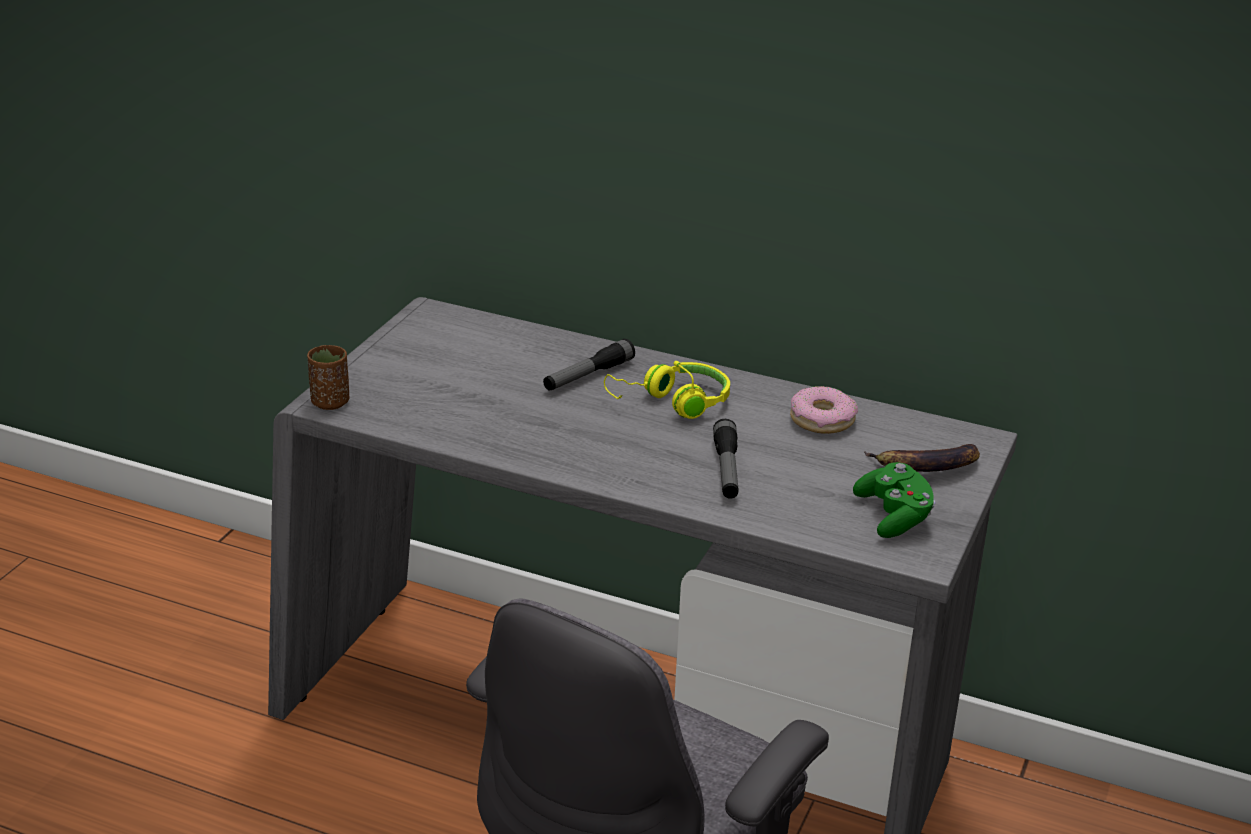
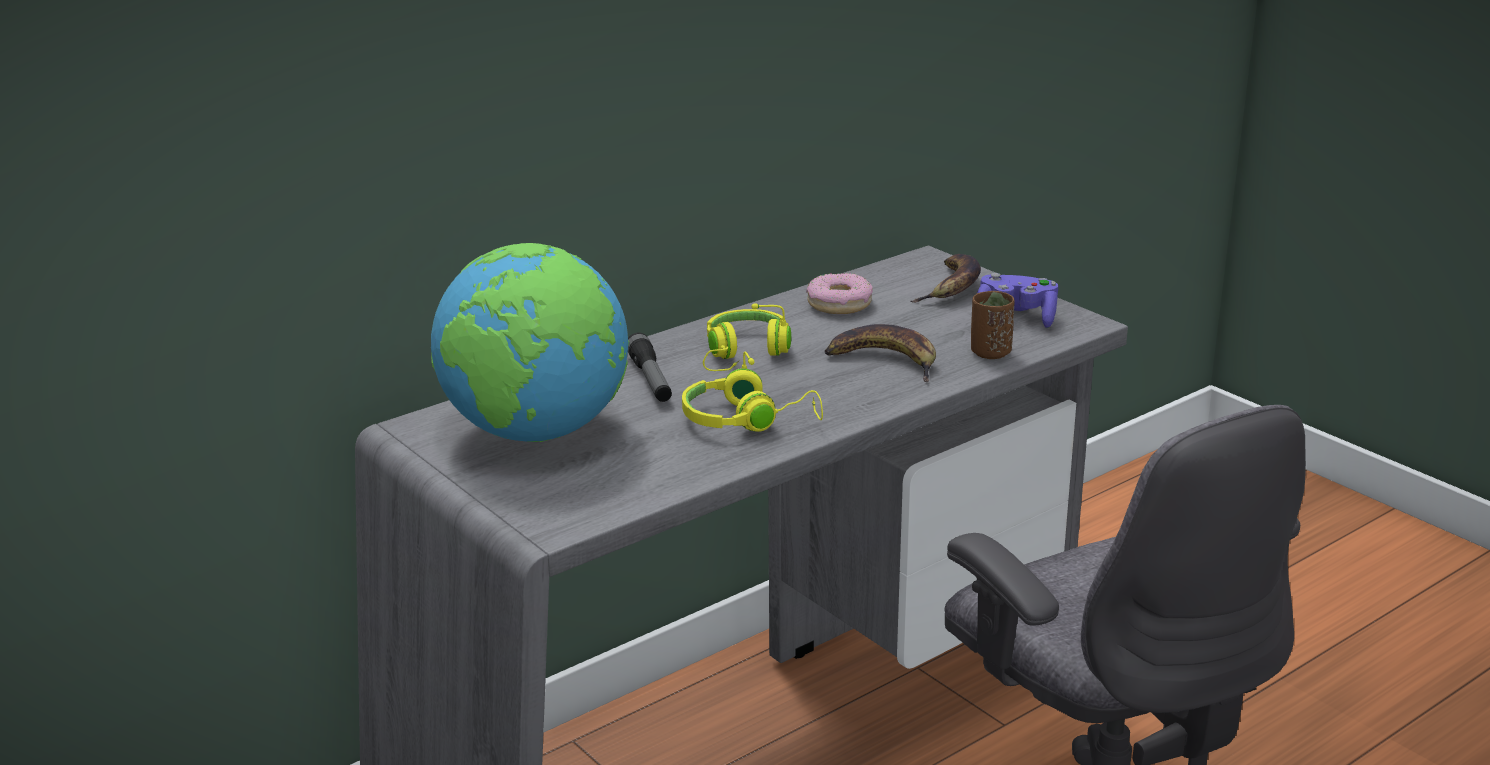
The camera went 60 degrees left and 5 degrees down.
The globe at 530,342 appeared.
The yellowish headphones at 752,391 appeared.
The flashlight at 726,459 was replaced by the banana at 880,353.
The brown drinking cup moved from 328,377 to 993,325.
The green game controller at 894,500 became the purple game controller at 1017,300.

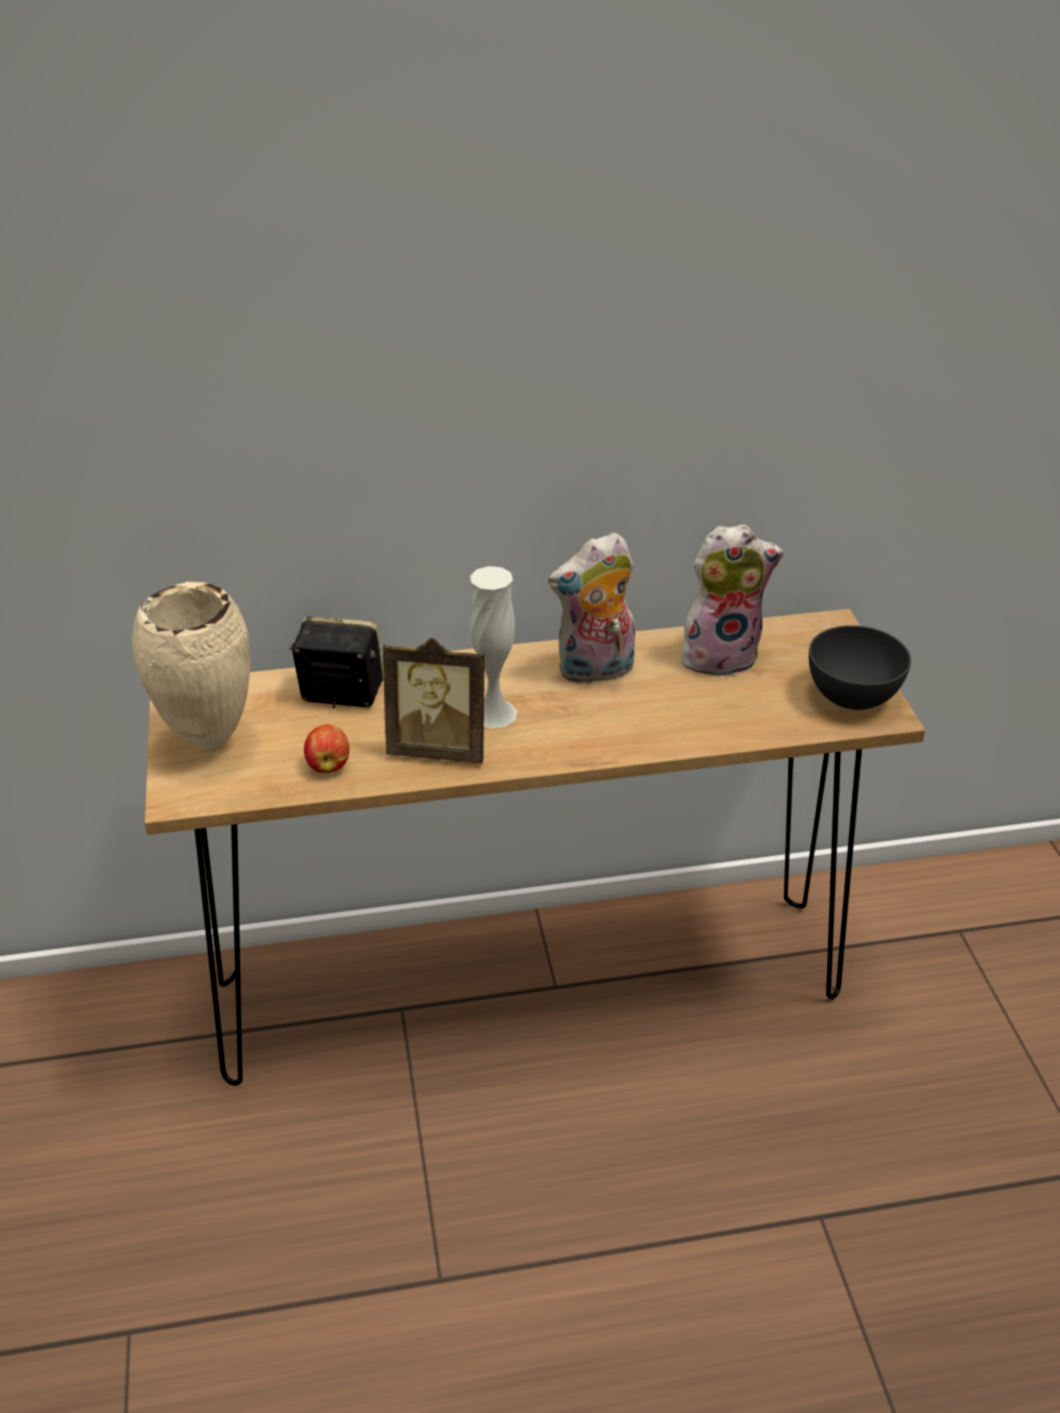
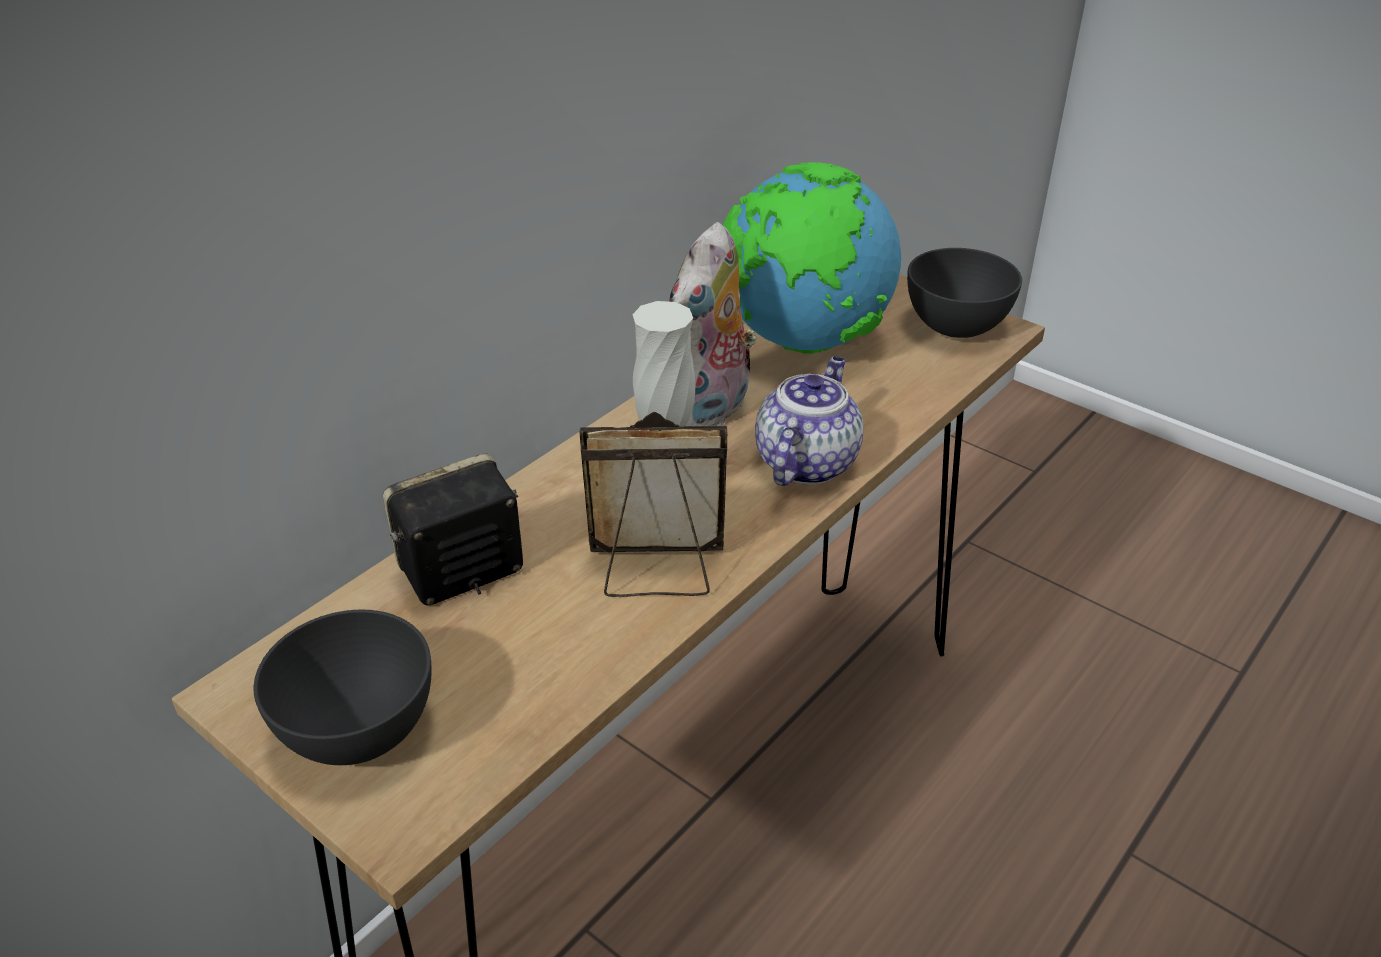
The camera went 40 degrees left and 0 degrees up.
The beige-coloured vase at 191,667 was replaced by the grey serving bowl at 343,687.
The photo frame at 434,701 turned 150 degrees counterclockwise.
The cuddly toy at 732,600 was replaced by the globe at 812,258.
The teapot at 809,421 appeared.
The apple fruit at 327,748 disappeared.

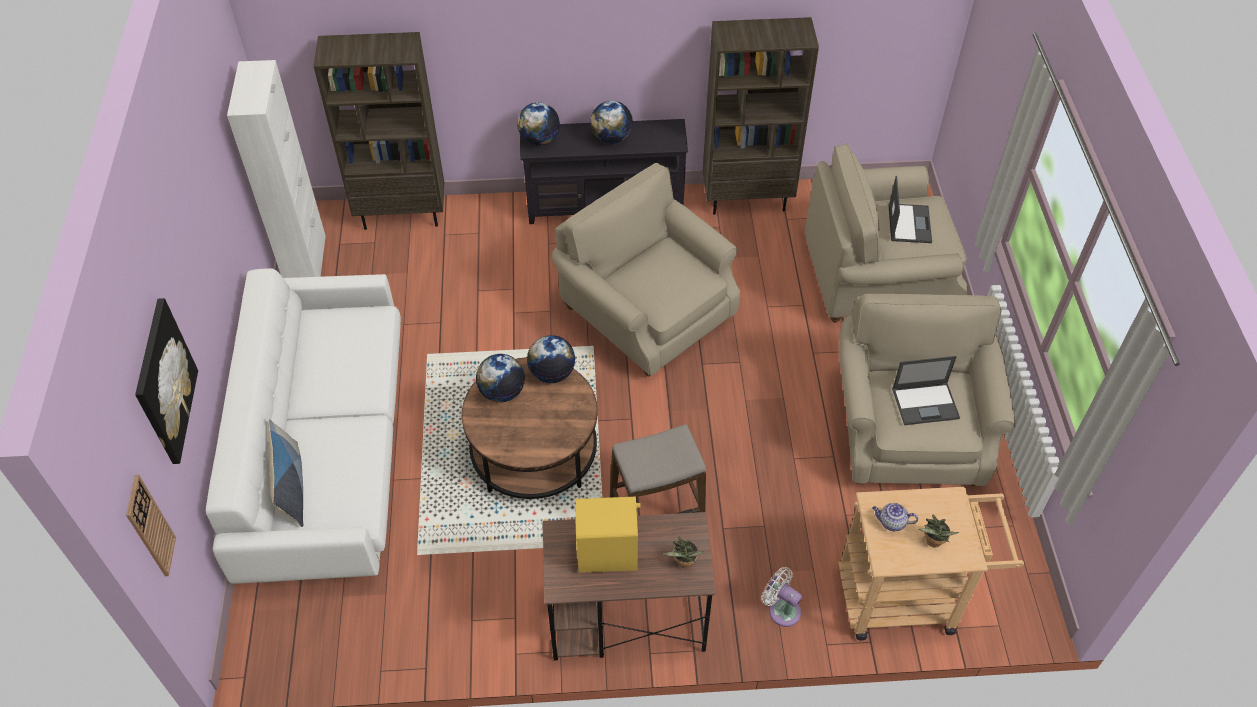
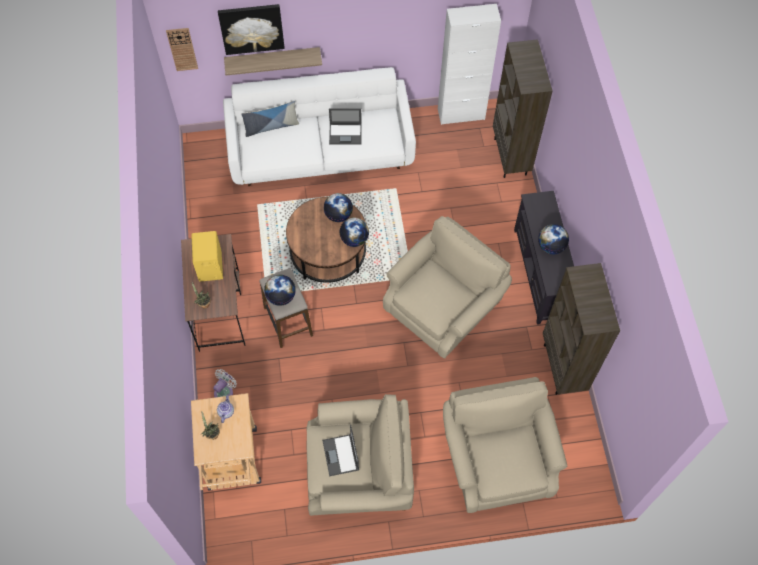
The camera went 85 degrees right and 10 degrees up.
The shelf at 273,61 appeared.
The globe moved from 538,123 to 280,290.
The notebook computer moved from 910,209 to 345,126.

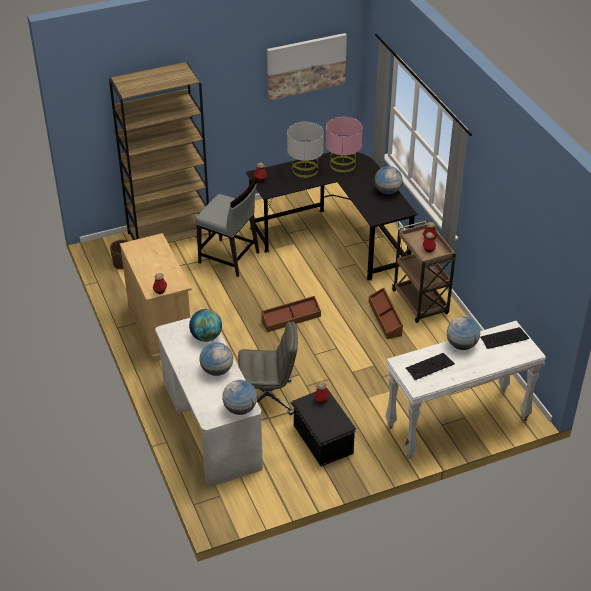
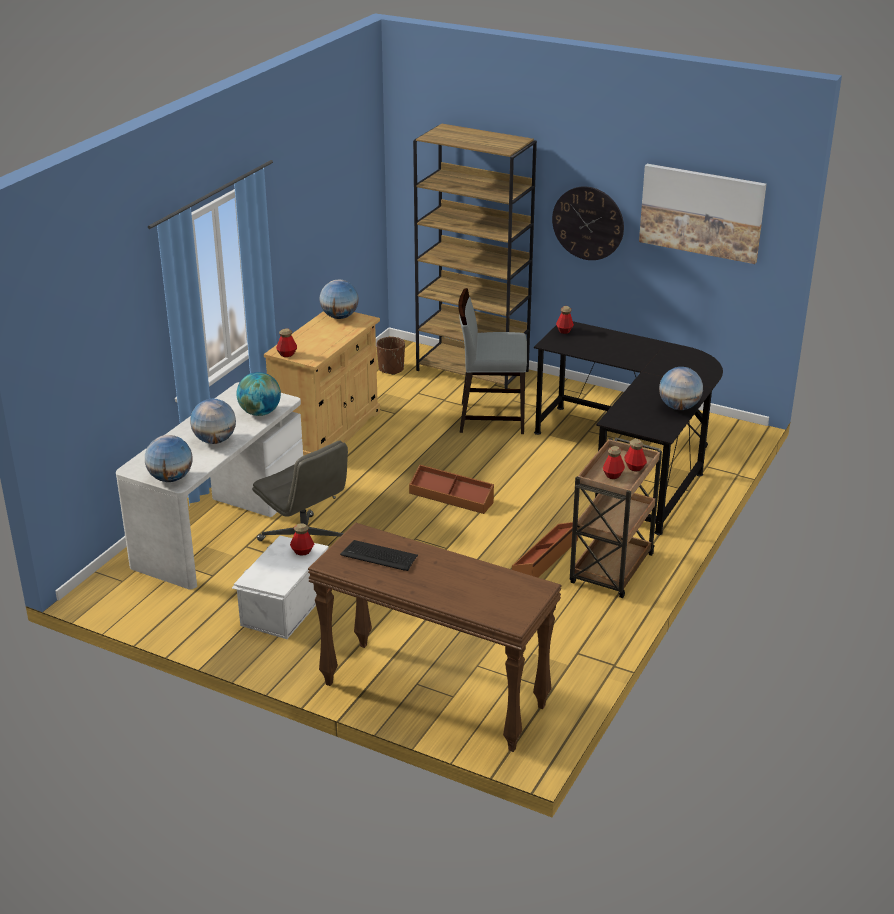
The camera went 50 degrees right and 10 degrees down.
The black storage bin at 323,426 became the white storage bin at 280,587.
The white console table at 465,390 became the brown console table at 435,637.
The globe moved from 463,333 to 339,299.
The grey plain chair at 227,227 turned 105 degrees clockwise.
The clock on the wall at 588,223 appeared.
The grey table lamp at 305,150 disappeared.
The pink table lamp at 344,145 disappeared.
The PC keyboard at 504,338 disappeared.

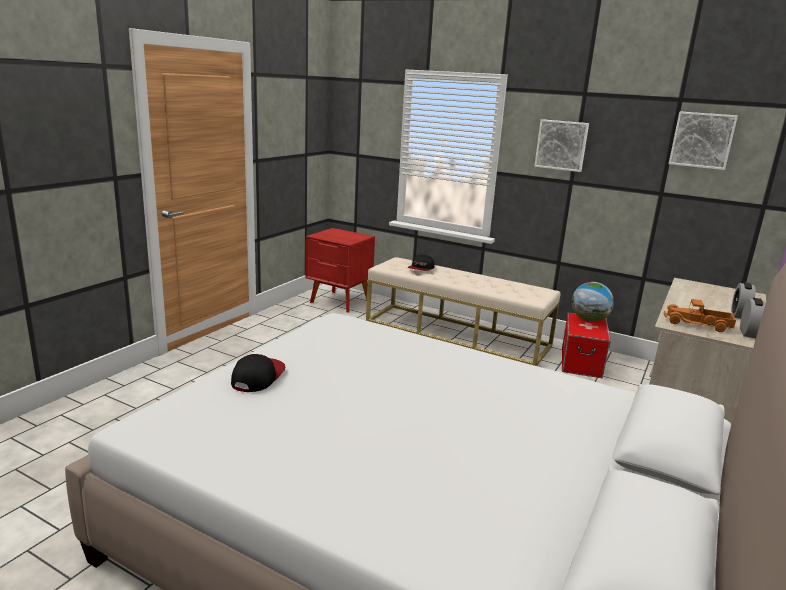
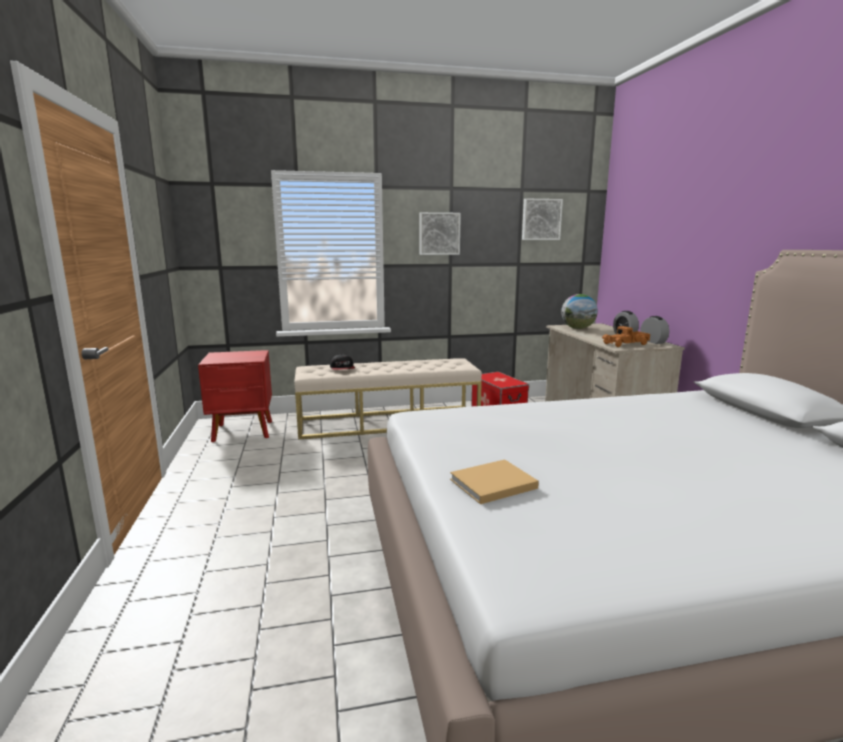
The camera went 40 degrees left and 5 degrees down.
The baseball cap at 258,373 was replaced by the beige-coloured volume at 494,481.
The globe moved from 593,302 to 579,311.

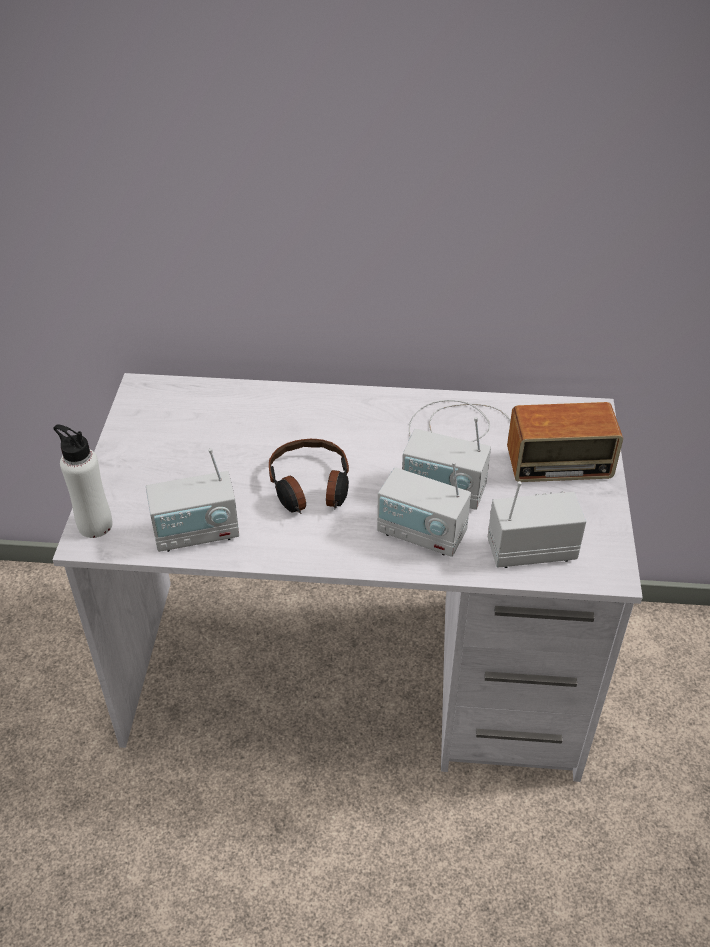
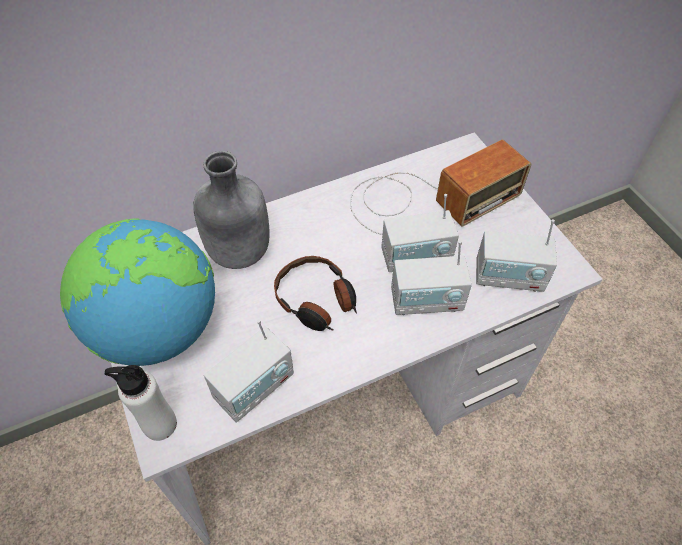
The camera went 30 degrees left and 10 degrees up.
The globe at 137,292 appeared.
The grey beverage bottle at 231,210 appeared.
The radio at 537,524 turned 135 degrees counterclockwise.

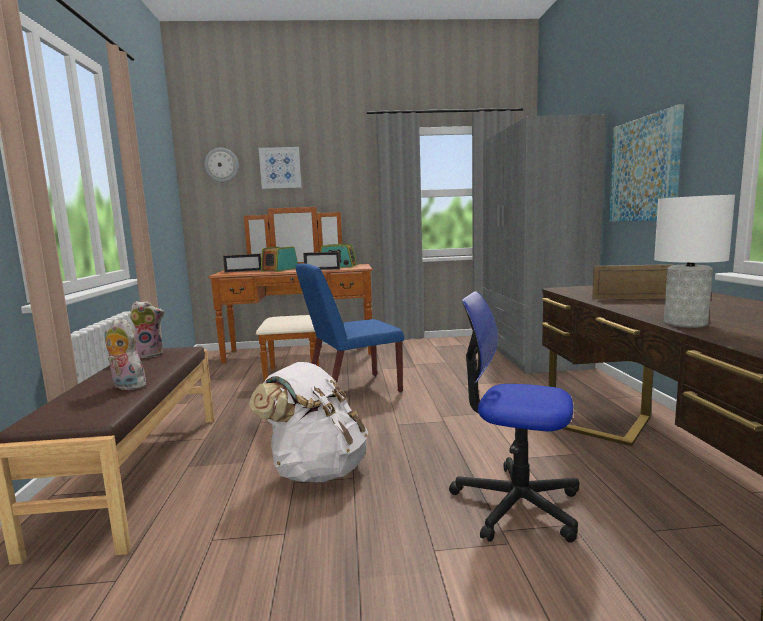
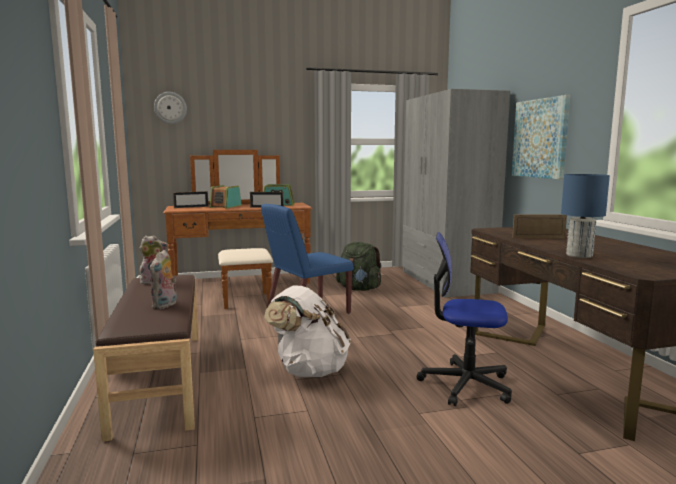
The camera went 10 degrees left and 0 degrees up.
The cuddly toy at 126,354 turned 90 degrees counterclockwise.
The green backpack at 359,266 appeared.
The white table lamp at 694,261 became the bluish table lamp at 585,216.
The picture at 280,168 disappeared.

